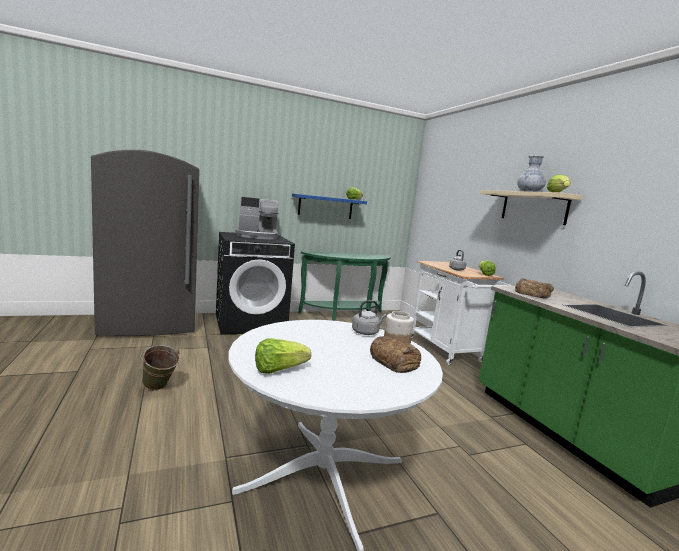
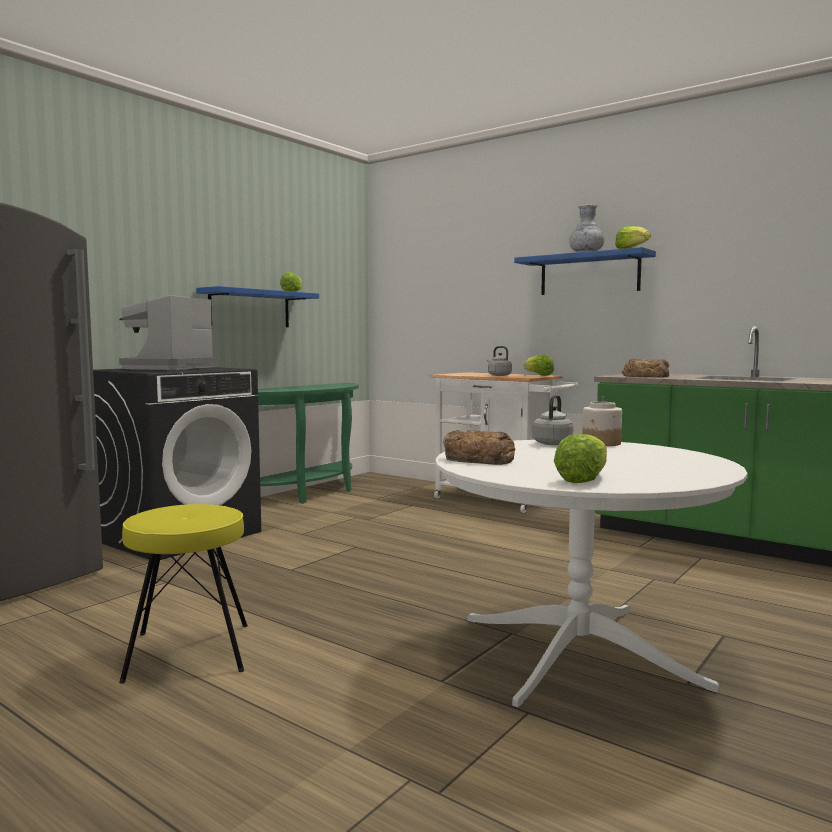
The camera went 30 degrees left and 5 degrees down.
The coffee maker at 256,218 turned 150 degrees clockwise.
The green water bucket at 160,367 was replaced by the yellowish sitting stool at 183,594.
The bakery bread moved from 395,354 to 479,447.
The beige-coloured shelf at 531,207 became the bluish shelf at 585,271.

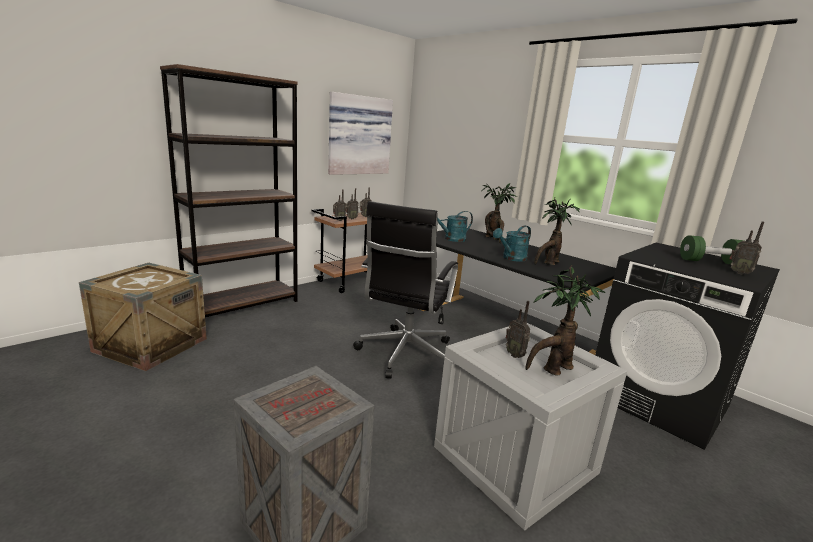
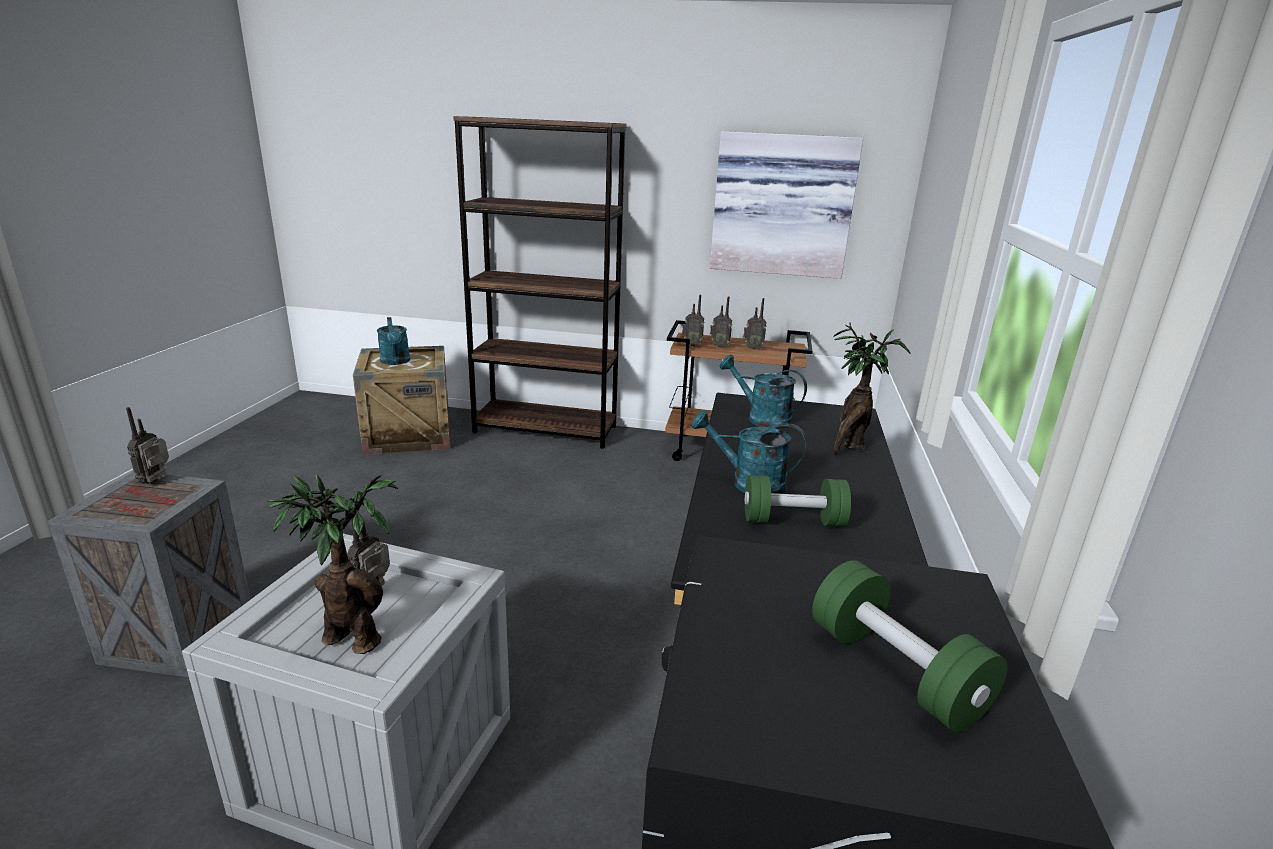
The camera went 55 degrees right and 5 degrees up.
The radio moved from 746,248 to 147,445.
The blue-green watering pot at 393,341 appeared.
The houseplant at 557,231 was replaced by the green free weight at 798,500.
The black computer chair at 405,290 disappeared.

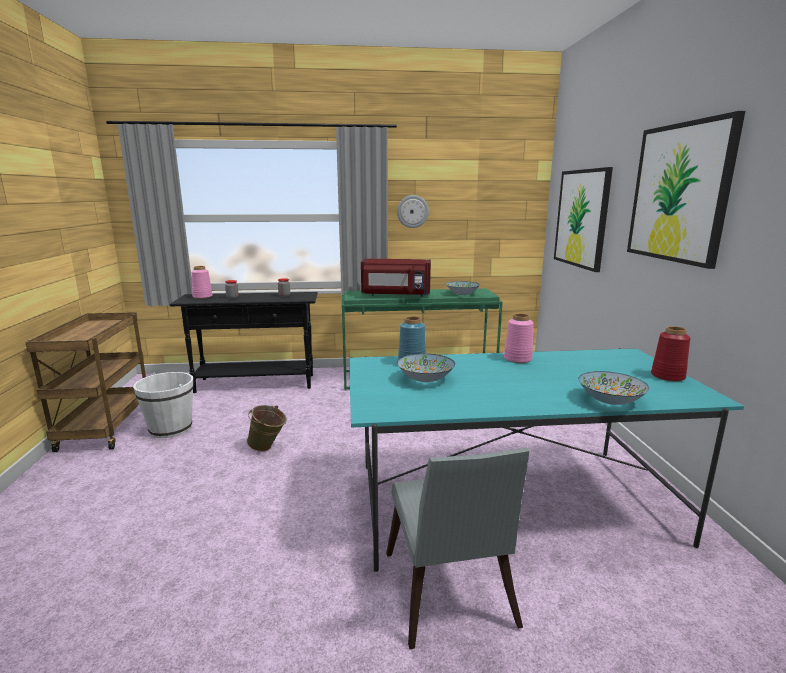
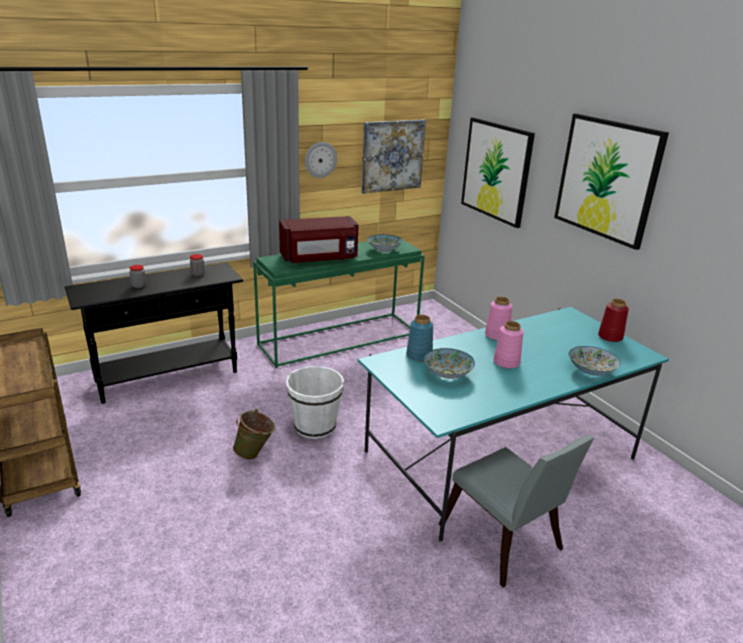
The camera went 25 degrees left and 10 degrees up.
The white water bucket moved from 163,405 to 315,402.
The picture at 393,156 appeared.
The pink vase moved from 202,282 to 509,345.

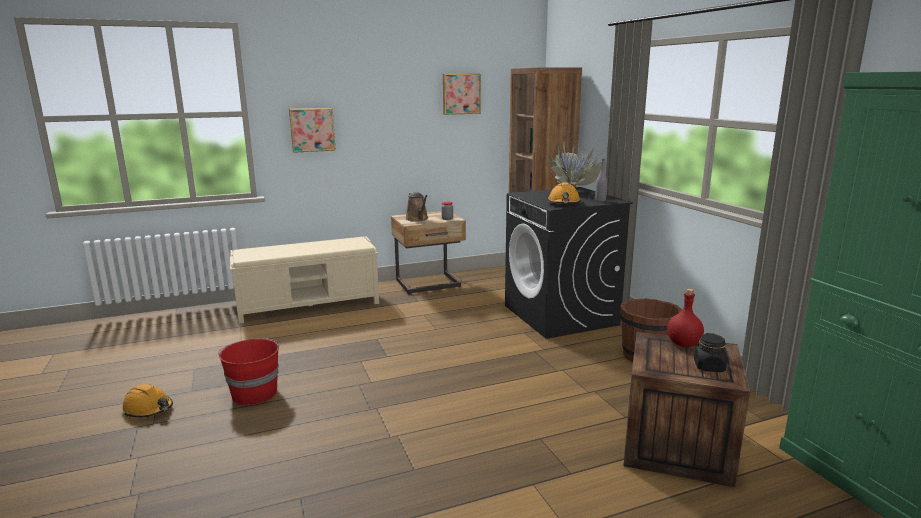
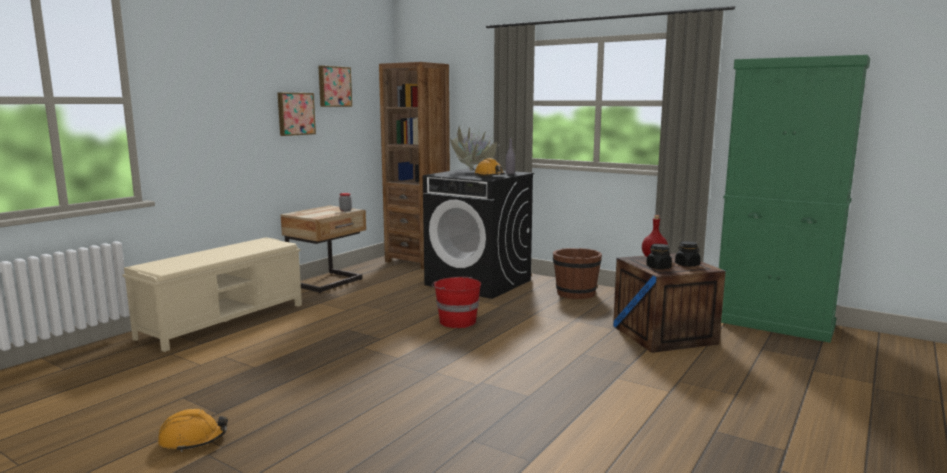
The camera went 35 degrees left and 5 degrees down.
The picture moved from 312,130 to 297,114.
The red-coloured water bucket moved from 249,371 to 456,302.
The black storage jar at 659,256 appeared.
The brown watering pot at 416,207 disappeared.

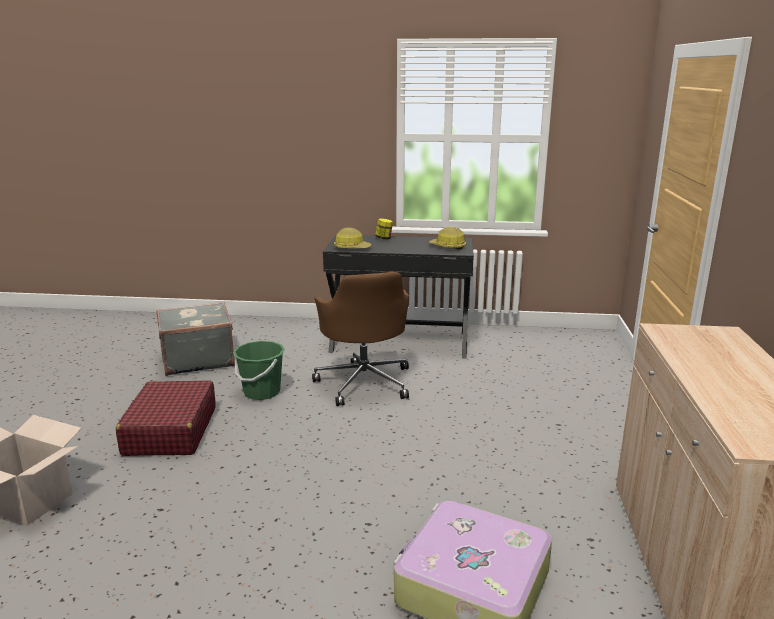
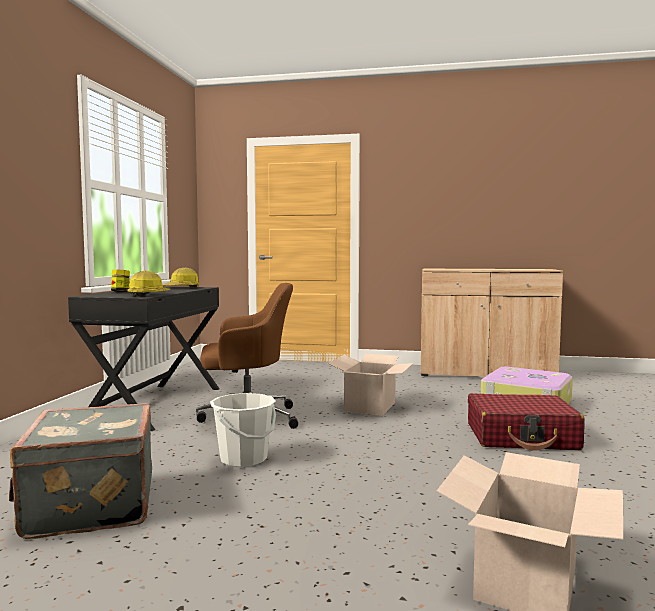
The camera went 85 degrees left and 15 degrees down.
The green water bucket at 259,370 became the white water bucket at 243,430.
The packing box at 370,385 appeared.
The red-coloured travel case moved from 166,418 to 526,422.

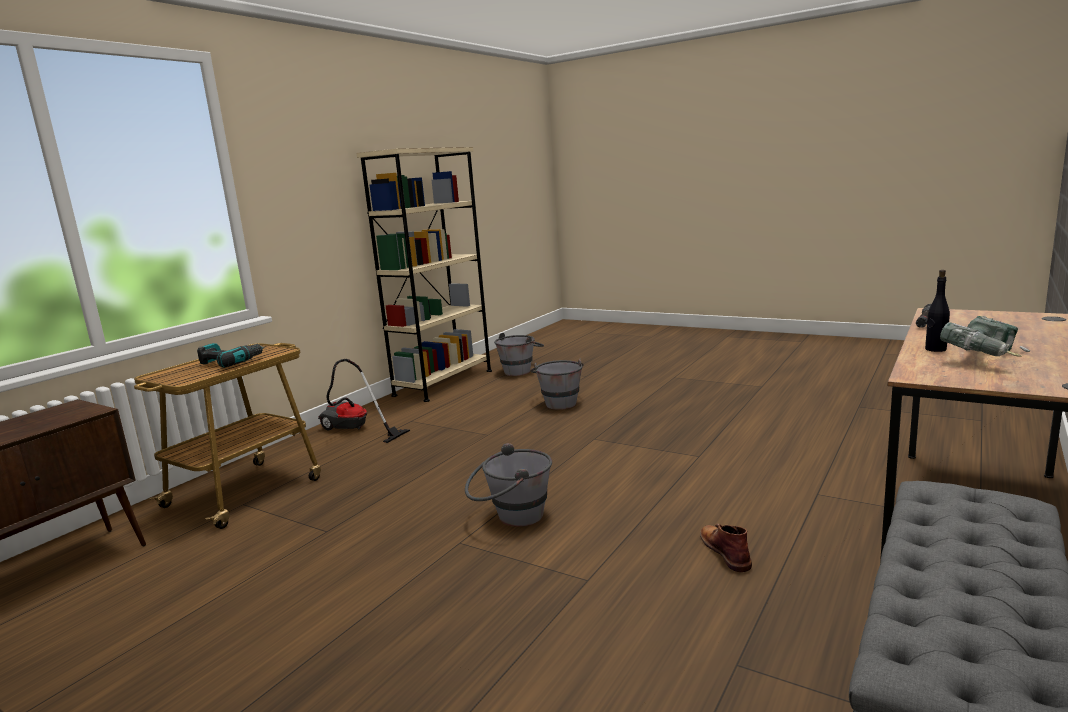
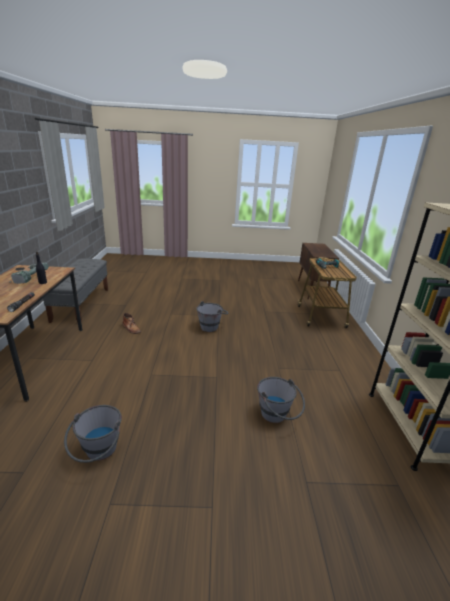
The camera went 145 degrees right and 10 degrees up.
The grey water bucket moved from 519,354 to 93,434.
The vacuum at 364,401 disappeared.

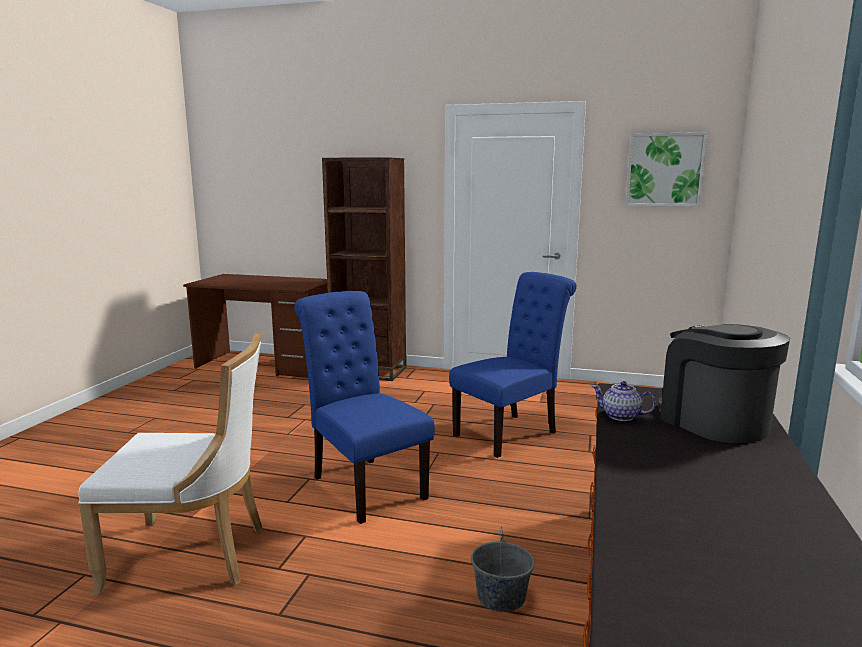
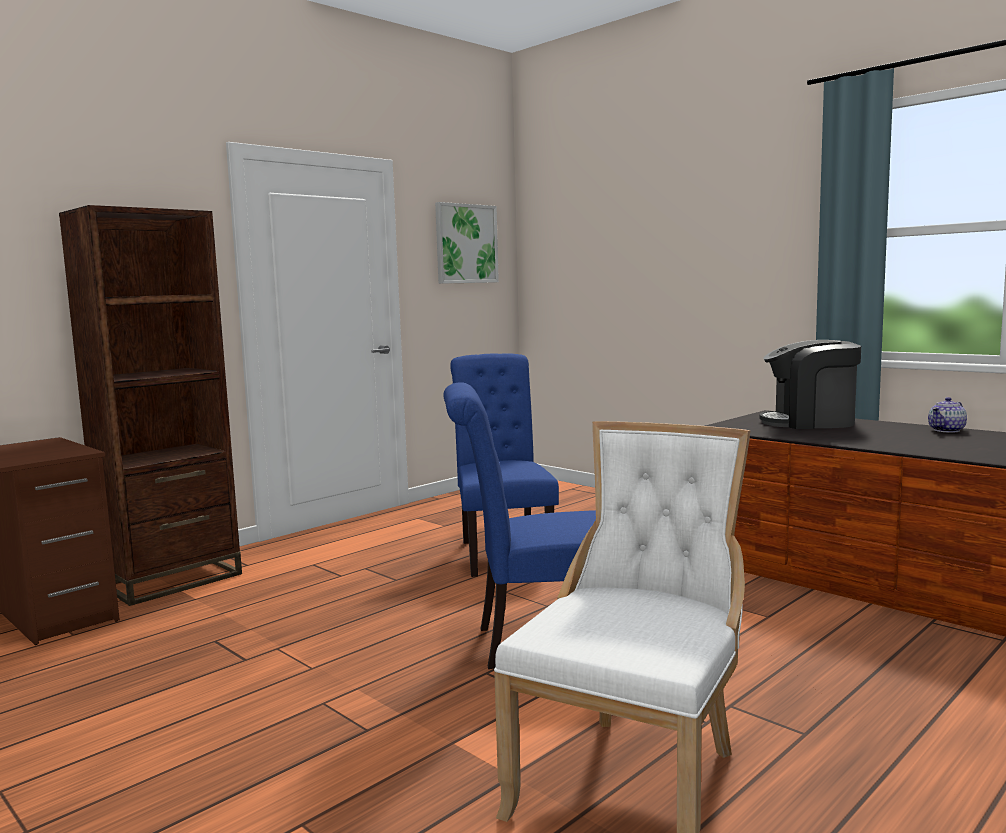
The camera went 60 degrees left and 5 degrees down.
The teapot moved from 624,401 to 947,415.
The grey water bucket at 503,569 disappeared.

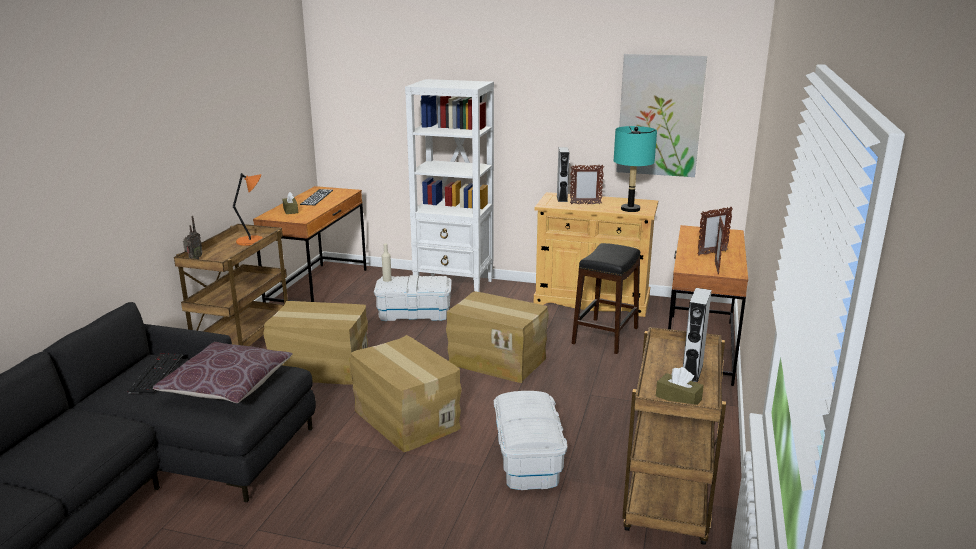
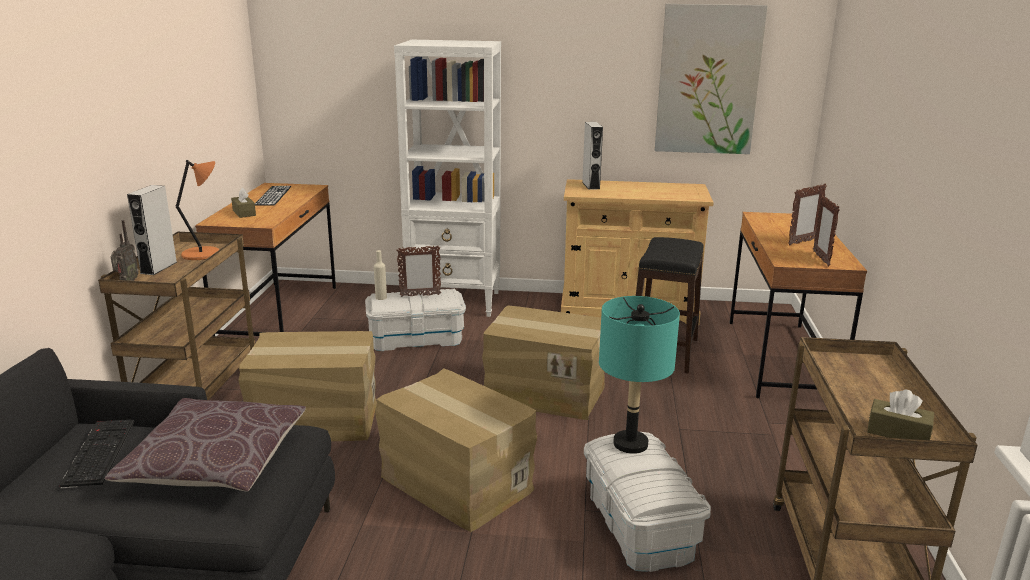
The camera went 10 degrees left and 0 degrees up.
The grey audio speaker moved from 697,335 to 152,230.
The photo frame moved from 587,184 to 418,271.
The blue-green table lamp moved from 635,169 to 639,375.

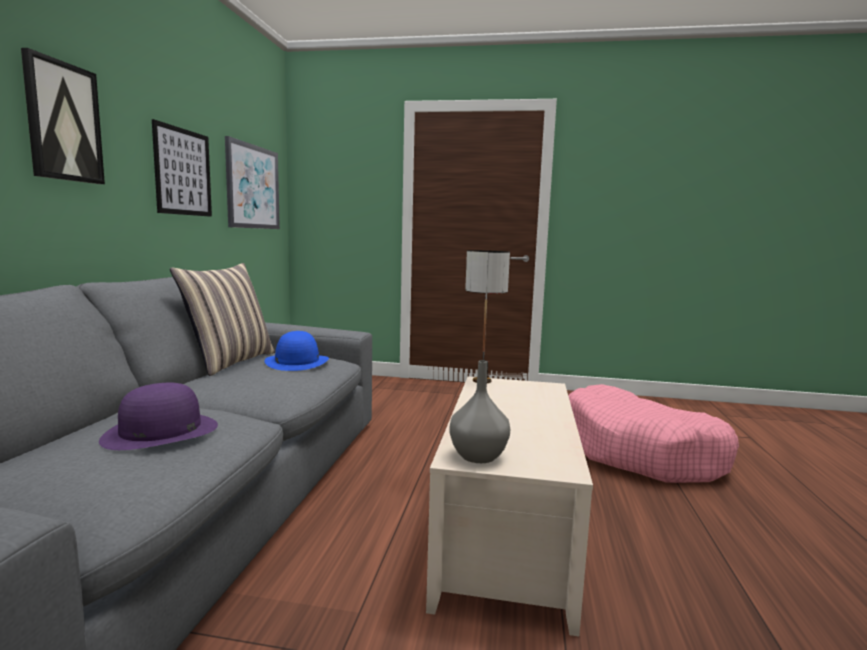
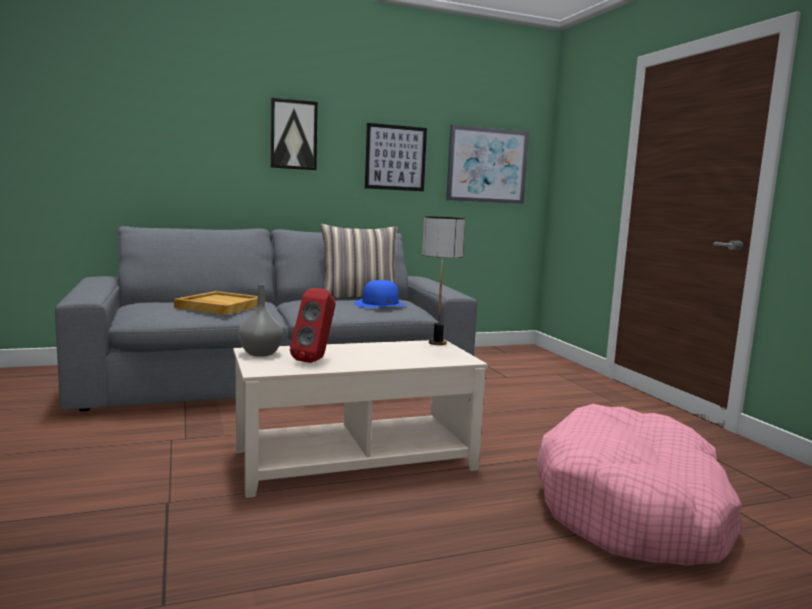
The camera went 60 degrees right and 0 degrees up.
The purple wearable hat at 158,416 was replaced by the beige-coloured serving tray at 216,303.
The red-coloured audio speaker at 313,325 appeared.

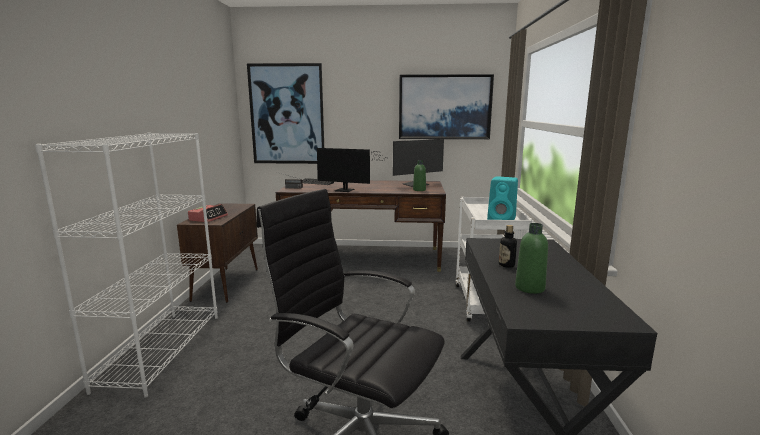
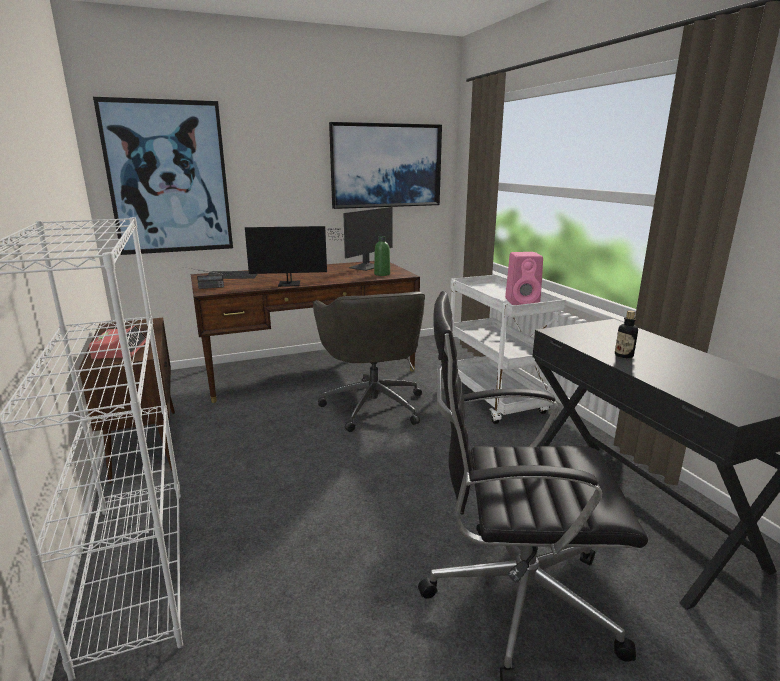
The camera went 25 degrees left and 5 degrees up.
The grey computer chair at 369,361 appeared.
The blue-green audio speaker at 502,198 became the pink audio speaker at 524,278.
The green beverage bottle at 531,258 disappeared.

